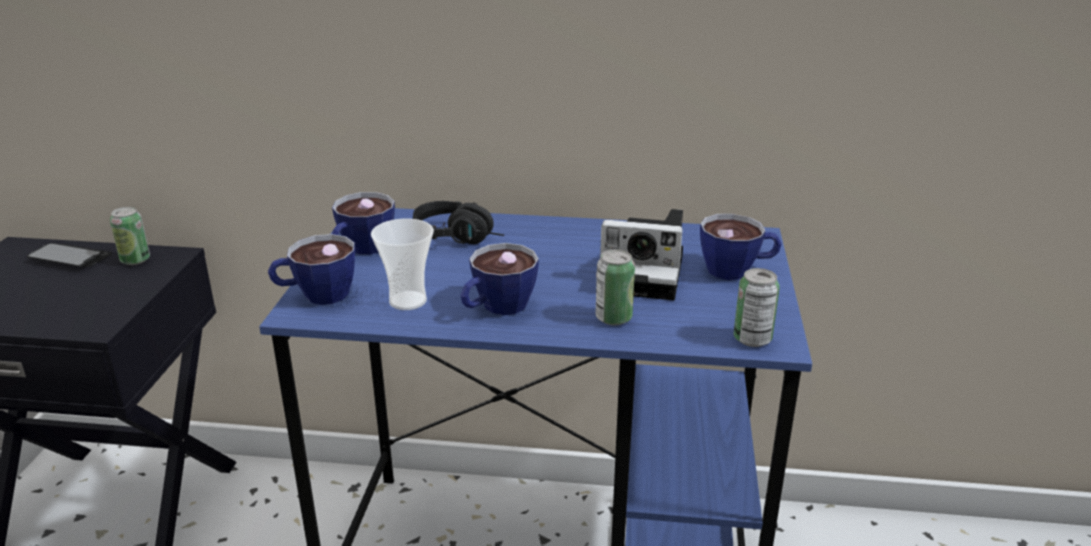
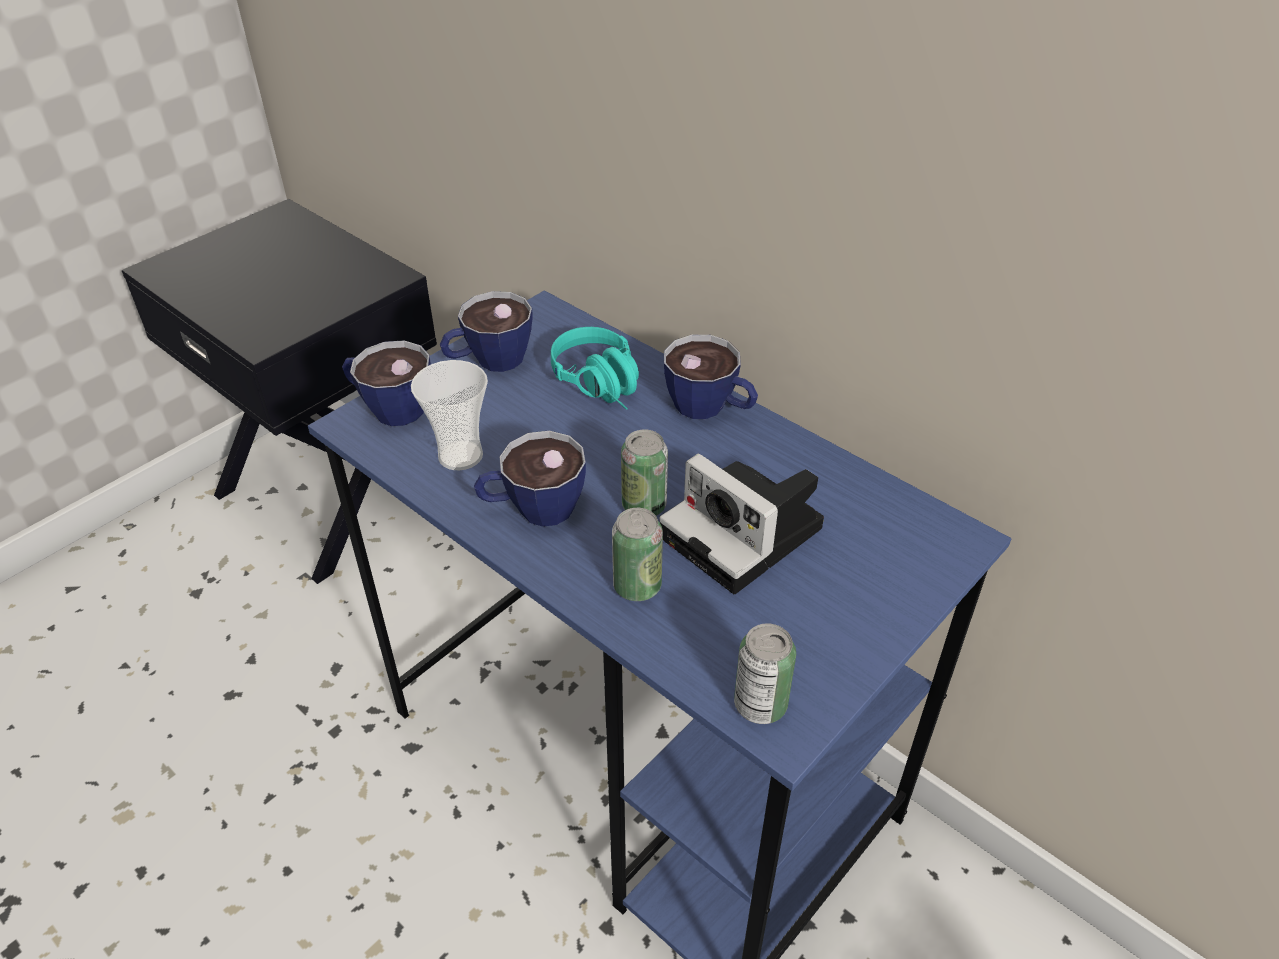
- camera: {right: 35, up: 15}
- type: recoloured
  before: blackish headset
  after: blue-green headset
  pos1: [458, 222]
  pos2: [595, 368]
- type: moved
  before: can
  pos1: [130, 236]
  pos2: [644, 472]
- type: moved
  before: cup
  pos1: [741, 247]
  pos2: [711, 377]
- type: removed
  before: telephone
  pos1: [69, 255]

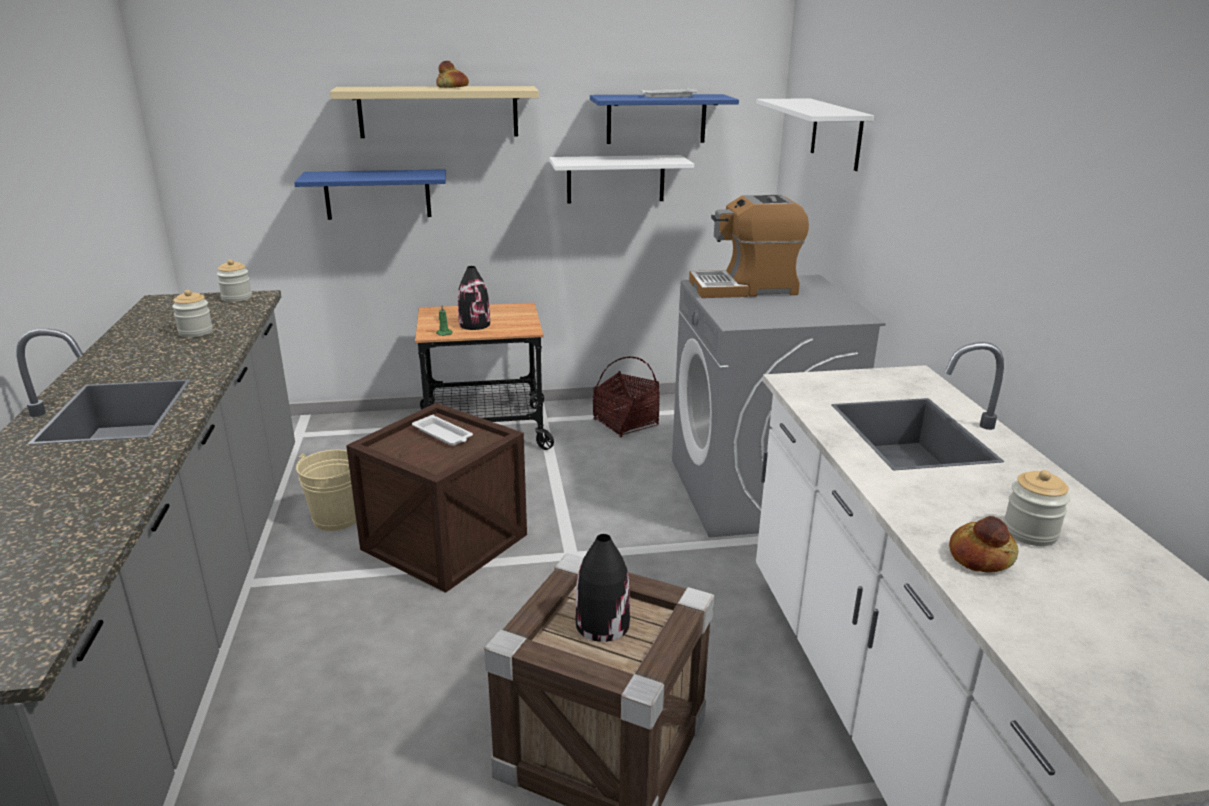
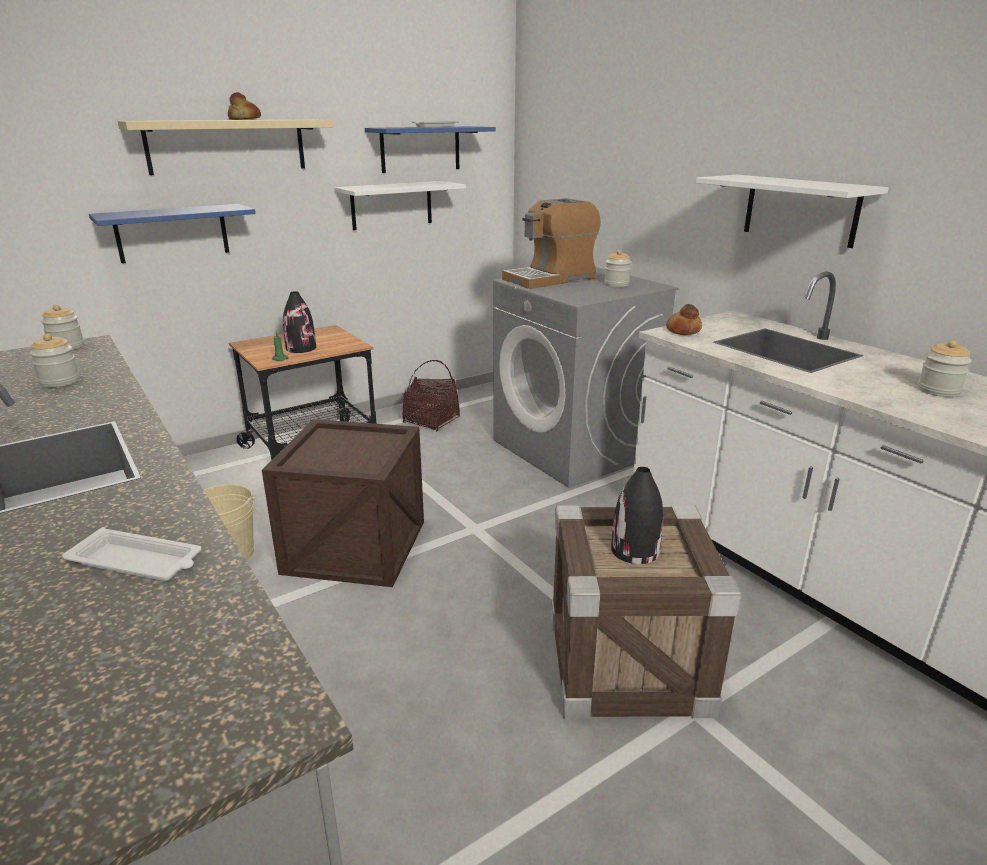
- camera: {right: -25, up: 0}
- type: moved
  before: white-coloured serving tray
  pos1: [442, 430]
  pos2: [132, 554]
- type: added
  after: storage jar
  pos2: [617, 268]
- type: moved
  before: baked bread
  pos1: [984, 544]
  pos2: [684, 319]
- type: moved
  before: white-coloured shelf
  pos1: [815, 135]
  pos2: [792, 211]

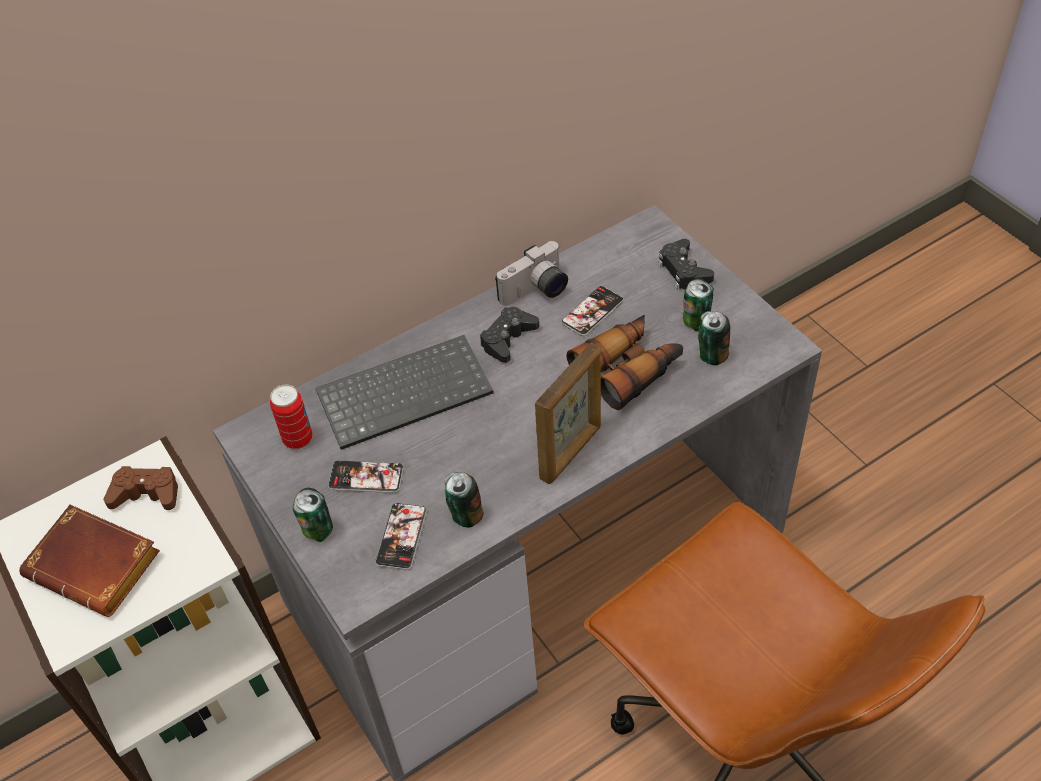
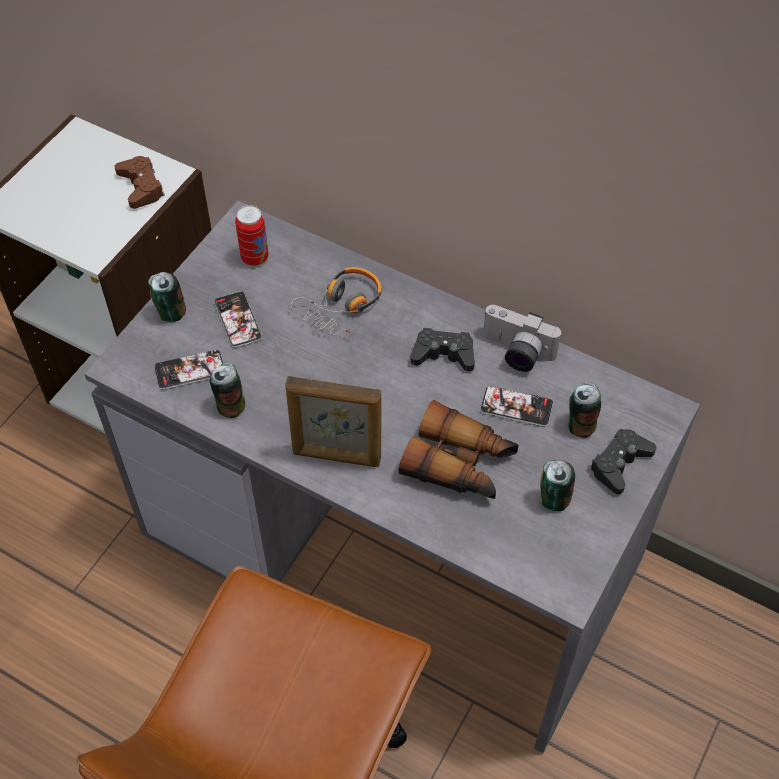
- camera: {right: 60, up: 5}
- type: replaced
  before: PC keyboard
  after: headset
  pos1: [404, 392]
  pos2: [336, 301]
- type: moved
  before: can
  pos1: [714, 338]
  pos2: [584, 410]
- type: removed
  before: brown-coloured book
  pos1: [89, 561]

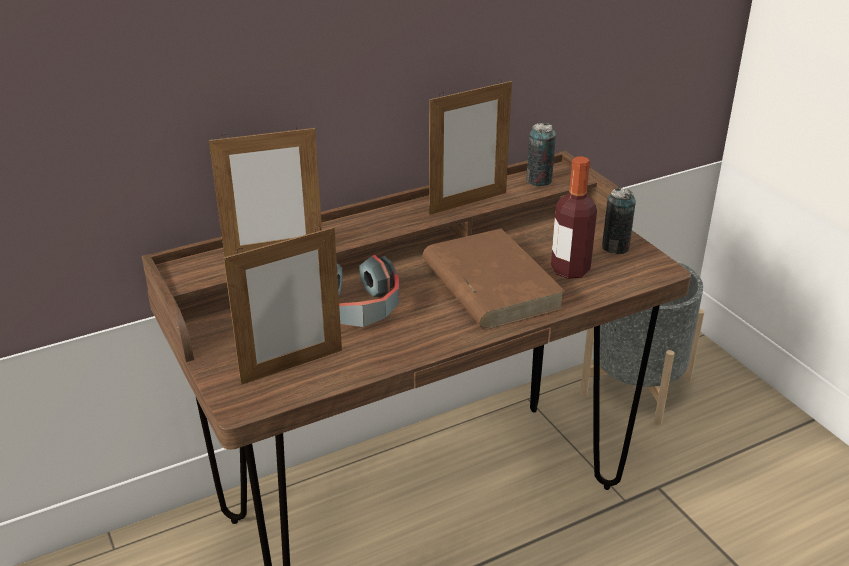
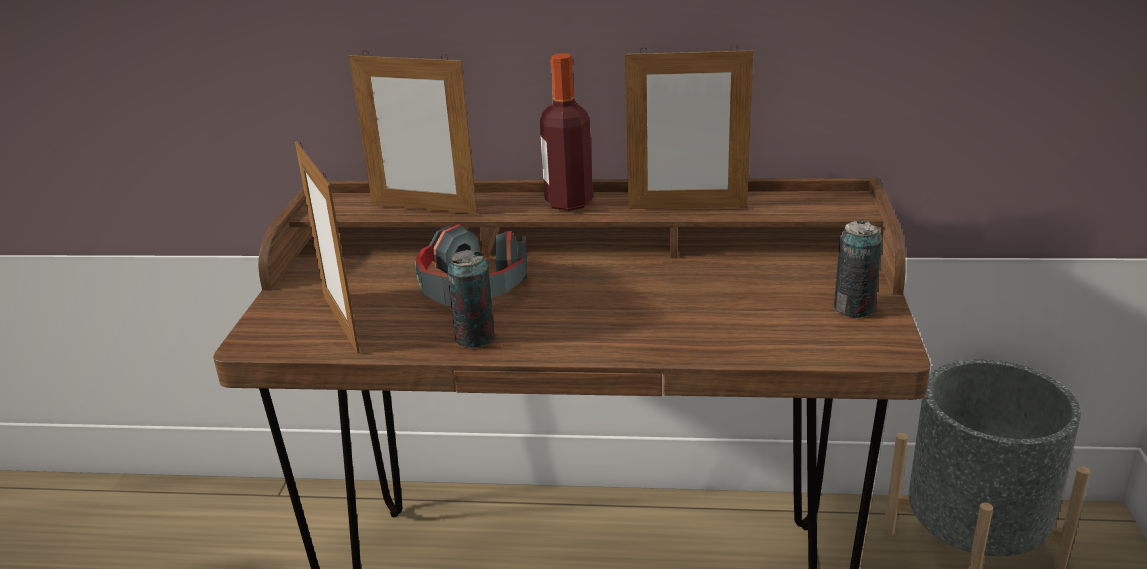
- camera: {right: 35, up: -5}
- type: turned
  before: photo frame
  pos1: [283, 305]
  pos2: [327, 247]
  turn: 60
- type: moved
  before: can
  pos1: [541, 154]
  pos2: [471, 299]
- type: moved
  before: beverage bottle
  pos1: [574, 217]
  pos2: [566, 132]
- type: removed
  before: brown-coloured book
  pos1: [494, 279]

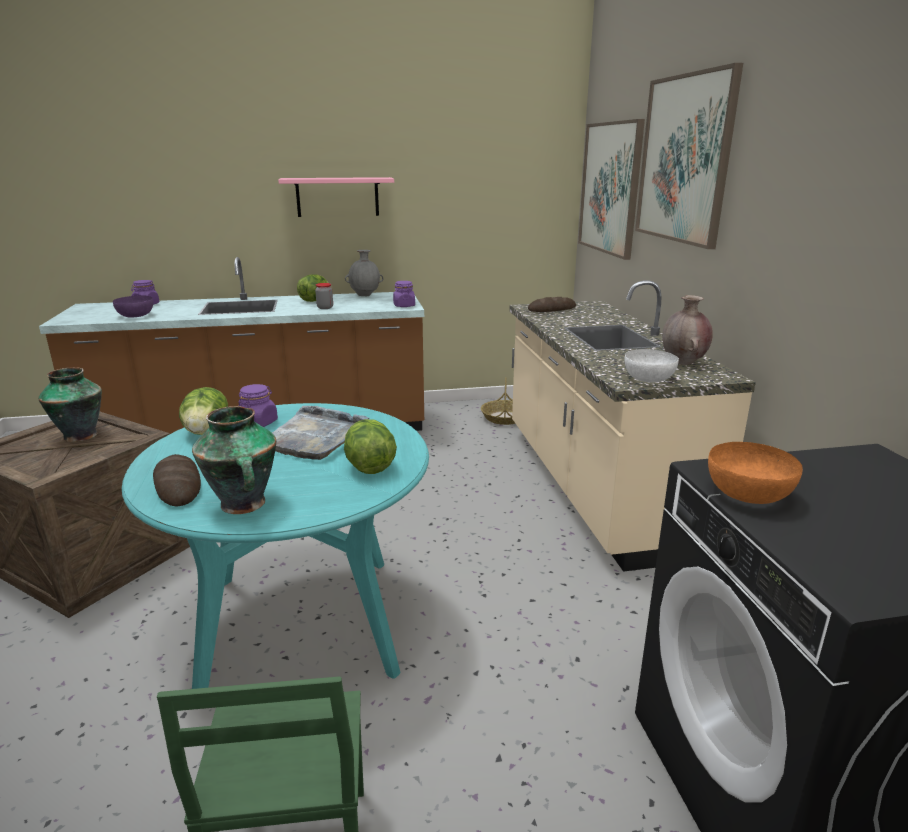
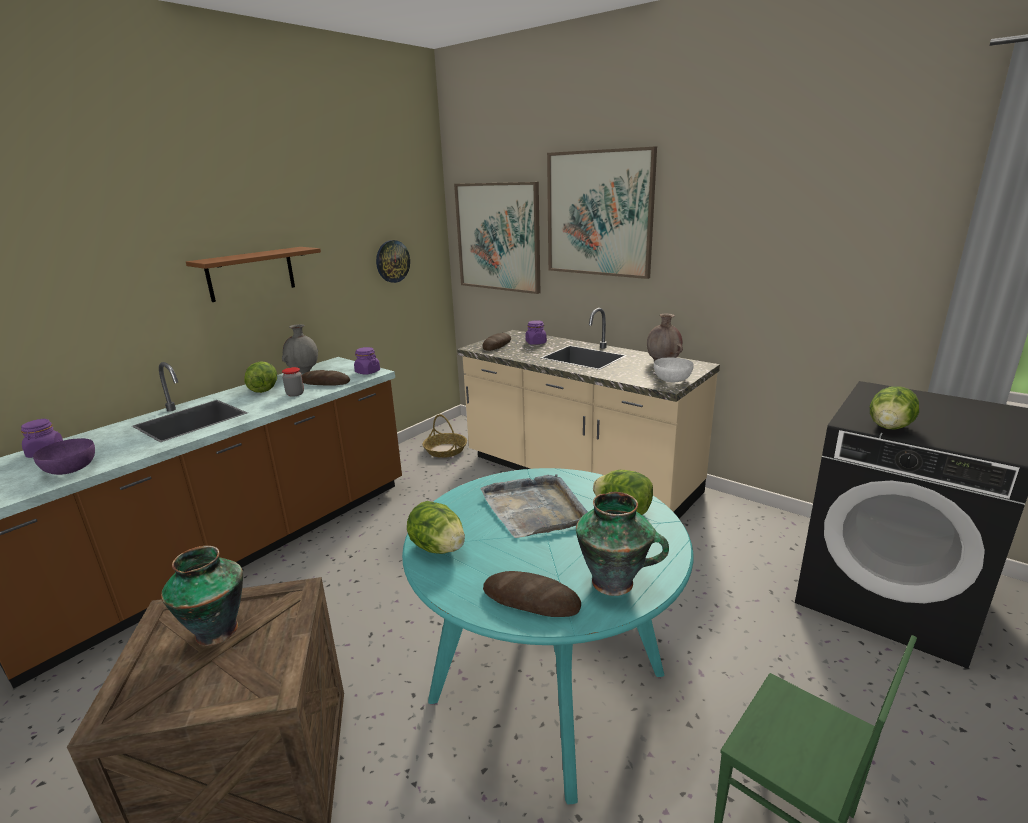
- camera: {right: -40, up: 0}
- type: recoloured
  before: pinkish shelf
  after: brown-coloured shelf
  pos1: [336, 197]
  pos2: [253, 274]
- type: added
  after: baked bread
  pos2: [326, 378]
- type: added
  after: hanging clock
  pos2: [393, 261]
- type: moved
  before: purple storage jar
  pos1: [258, 405]
  pos2: [536, 332]
- type: replaced
  before: orange-coloured bowl
  after: lettuce head
  pos1: [755, 473]
  pos2: [894, 408]

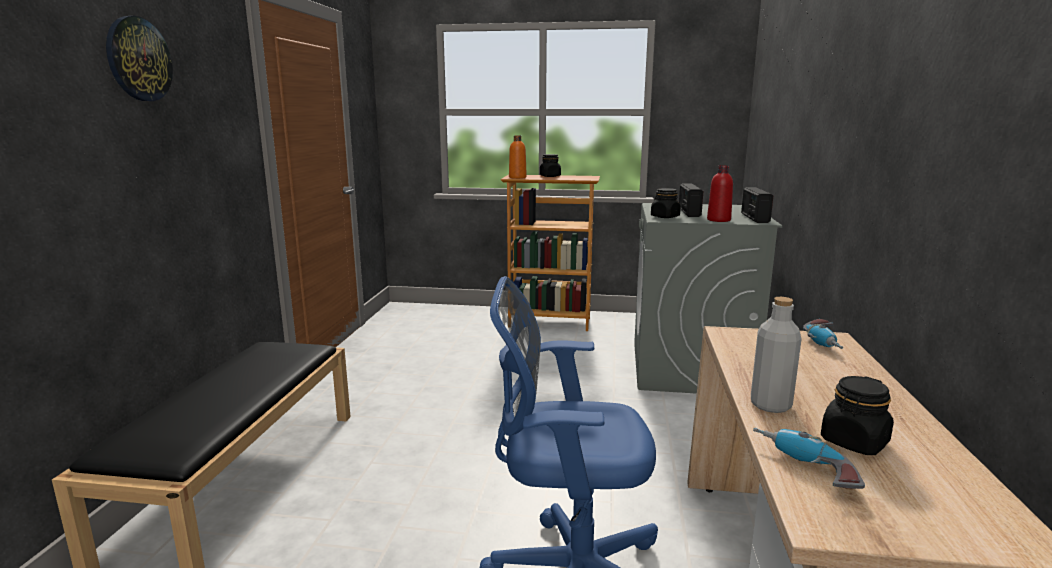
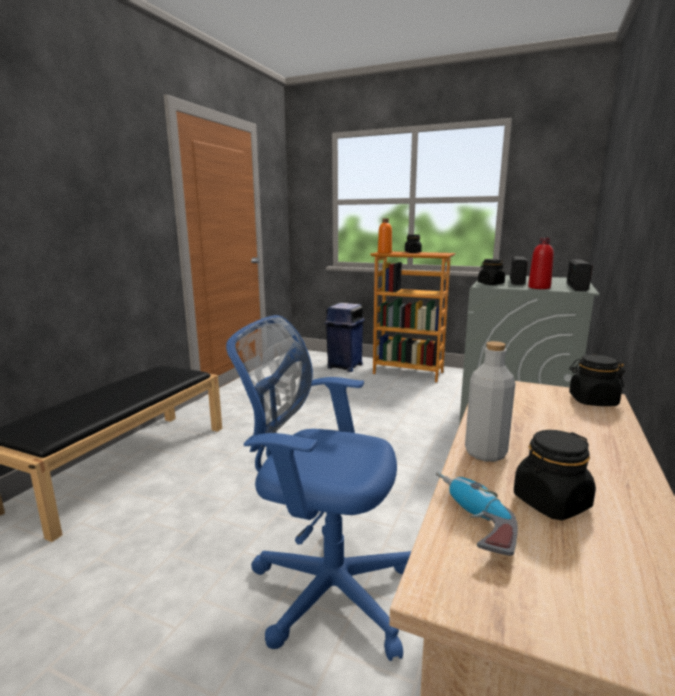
- camera: {right: 15, up: 0}
- type: added
  after: blue-coloured rubbish bin
  pos2: [344, 337]
- type: replaced
  before: power drill
  after: blackish storage jar
  pos1: [823, 334]
  pos2: [597, 380]
- type: removed
  before: hanging clock
  pos1: [139, 58]

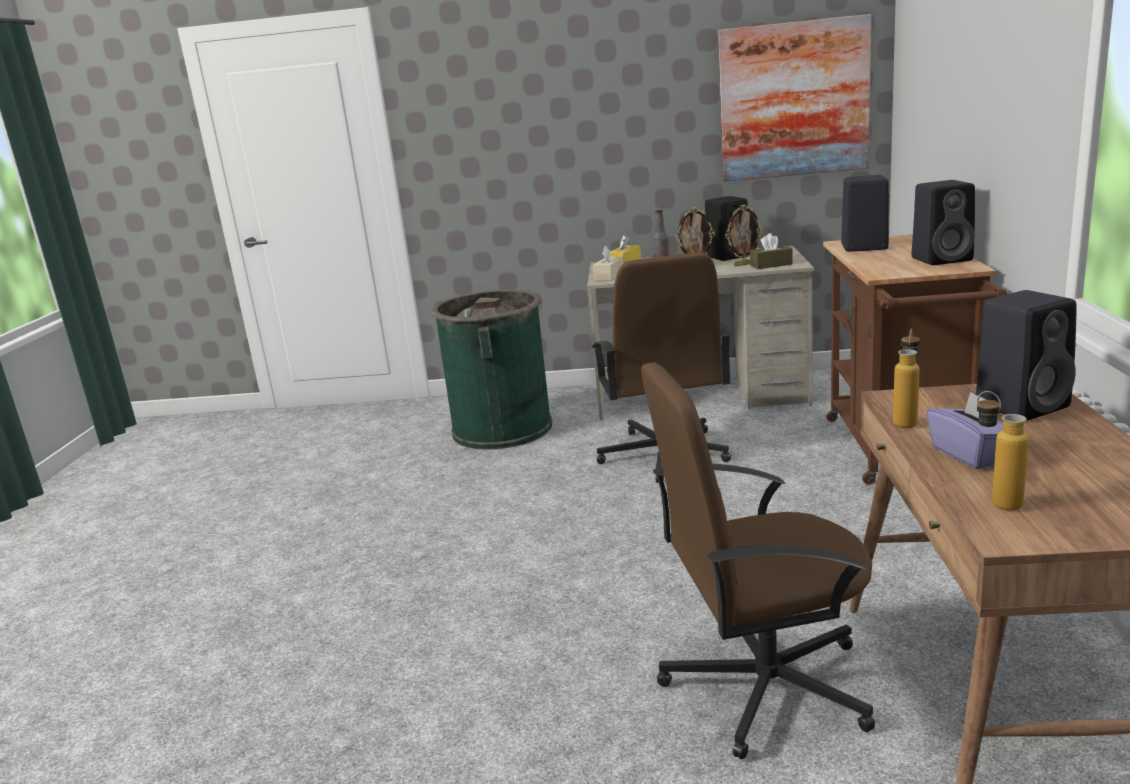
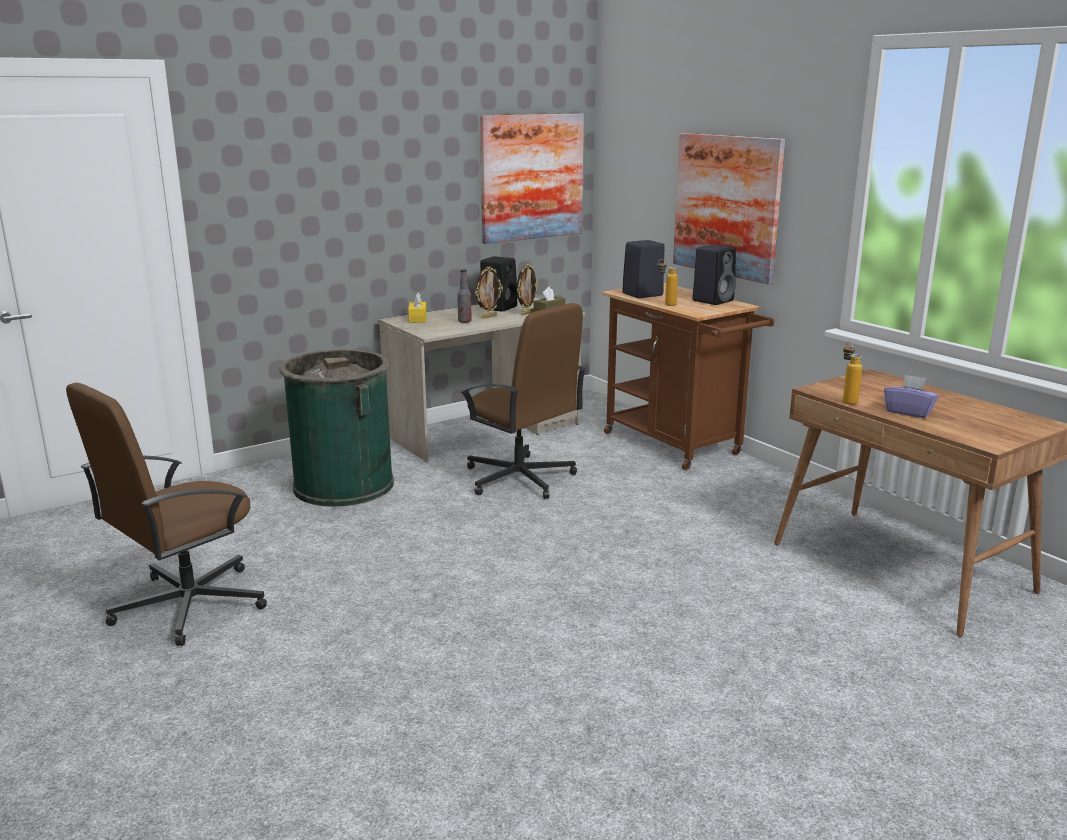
- camera: {right: -40, up: 0}
- type: moved
  before: brown-coloured computer chair
  pos1: [758, 561]
  pos2: [166, 514]
- type: moved
  before: beverage bottle
  pos1: [1003, 450]
  pos2: [667, 282]
- type: added
  after: wall art
  pos2: [729, 208]
- type: removed
  before: sand-coloured tissue box
  pos1: [608, 263]
- type: removed
  before: blackish speaker
  pos1: [1026, 355]

